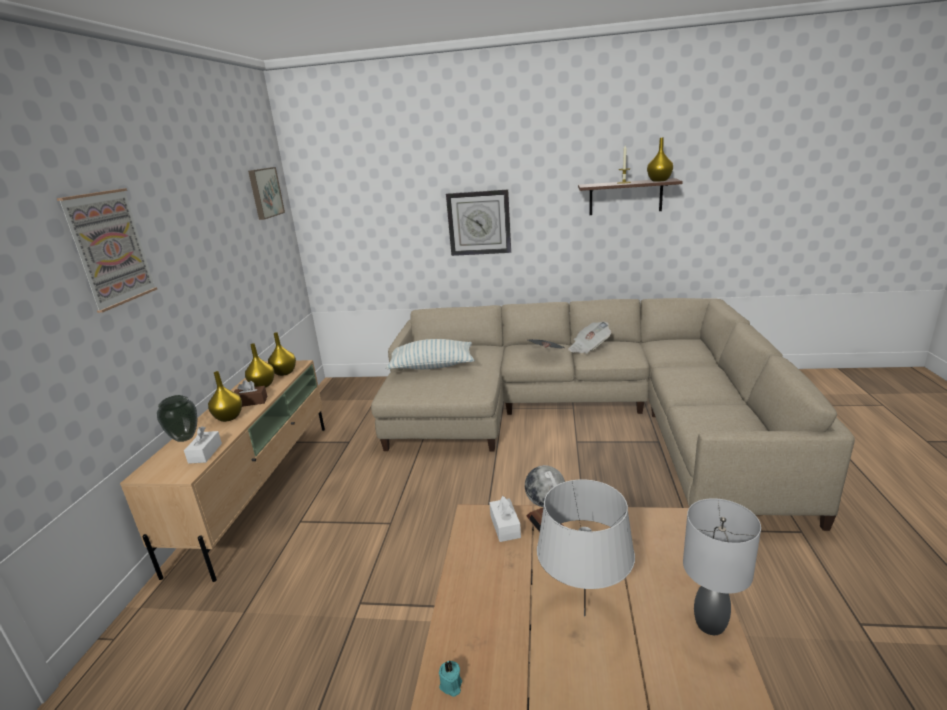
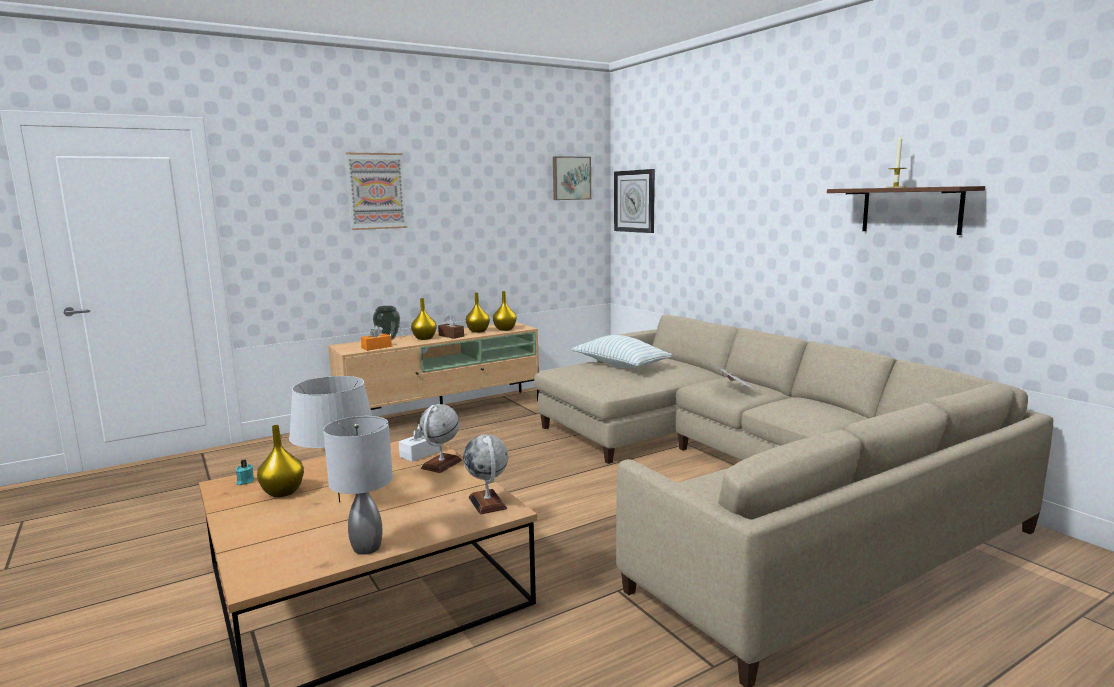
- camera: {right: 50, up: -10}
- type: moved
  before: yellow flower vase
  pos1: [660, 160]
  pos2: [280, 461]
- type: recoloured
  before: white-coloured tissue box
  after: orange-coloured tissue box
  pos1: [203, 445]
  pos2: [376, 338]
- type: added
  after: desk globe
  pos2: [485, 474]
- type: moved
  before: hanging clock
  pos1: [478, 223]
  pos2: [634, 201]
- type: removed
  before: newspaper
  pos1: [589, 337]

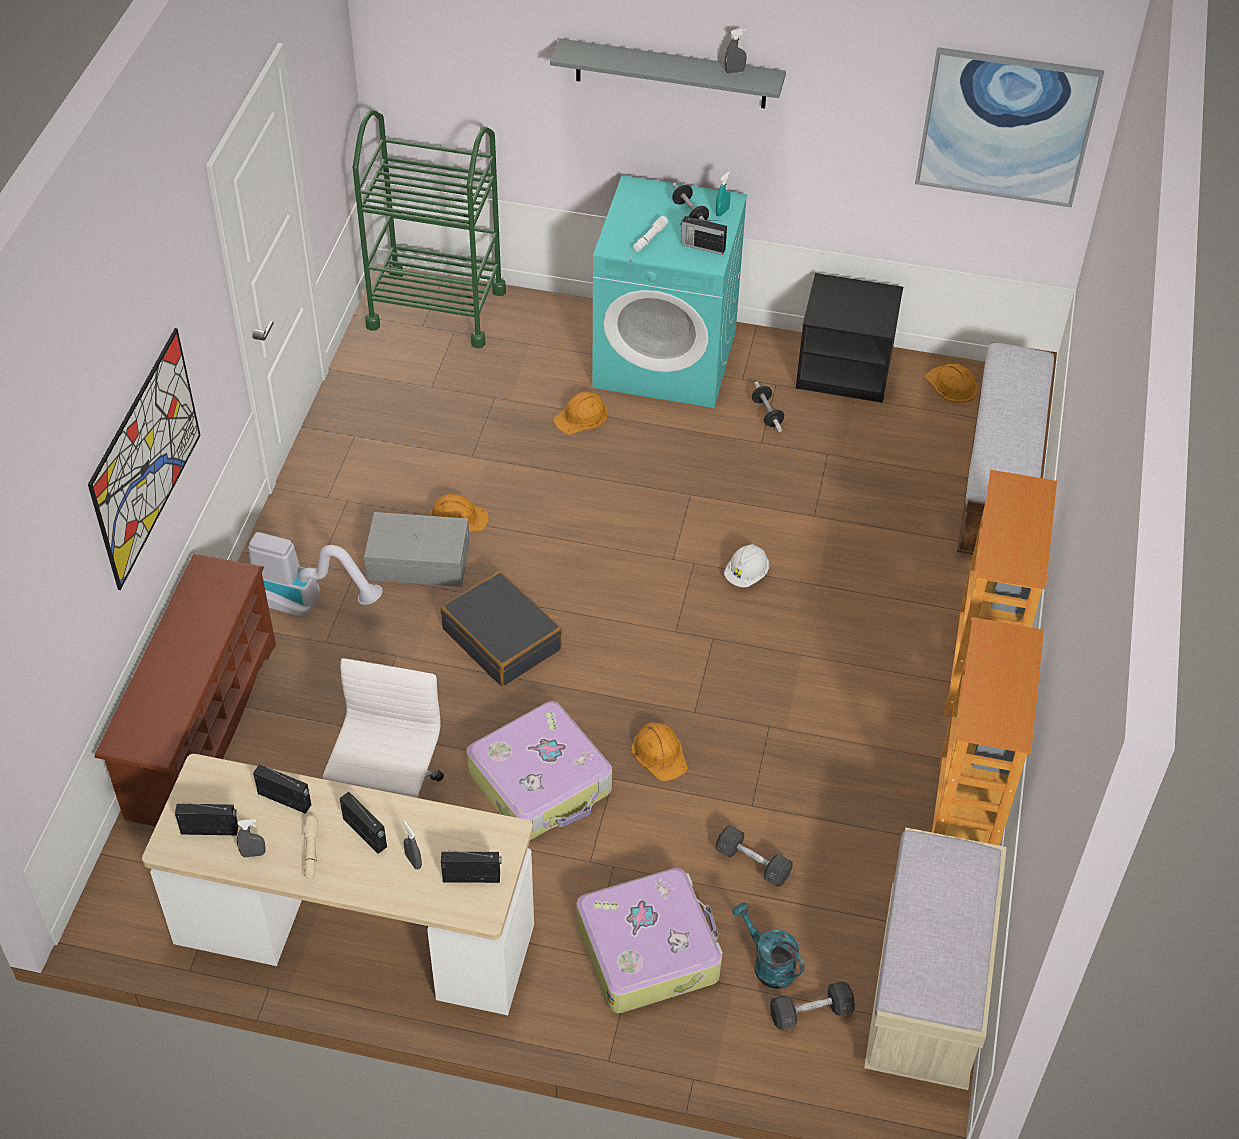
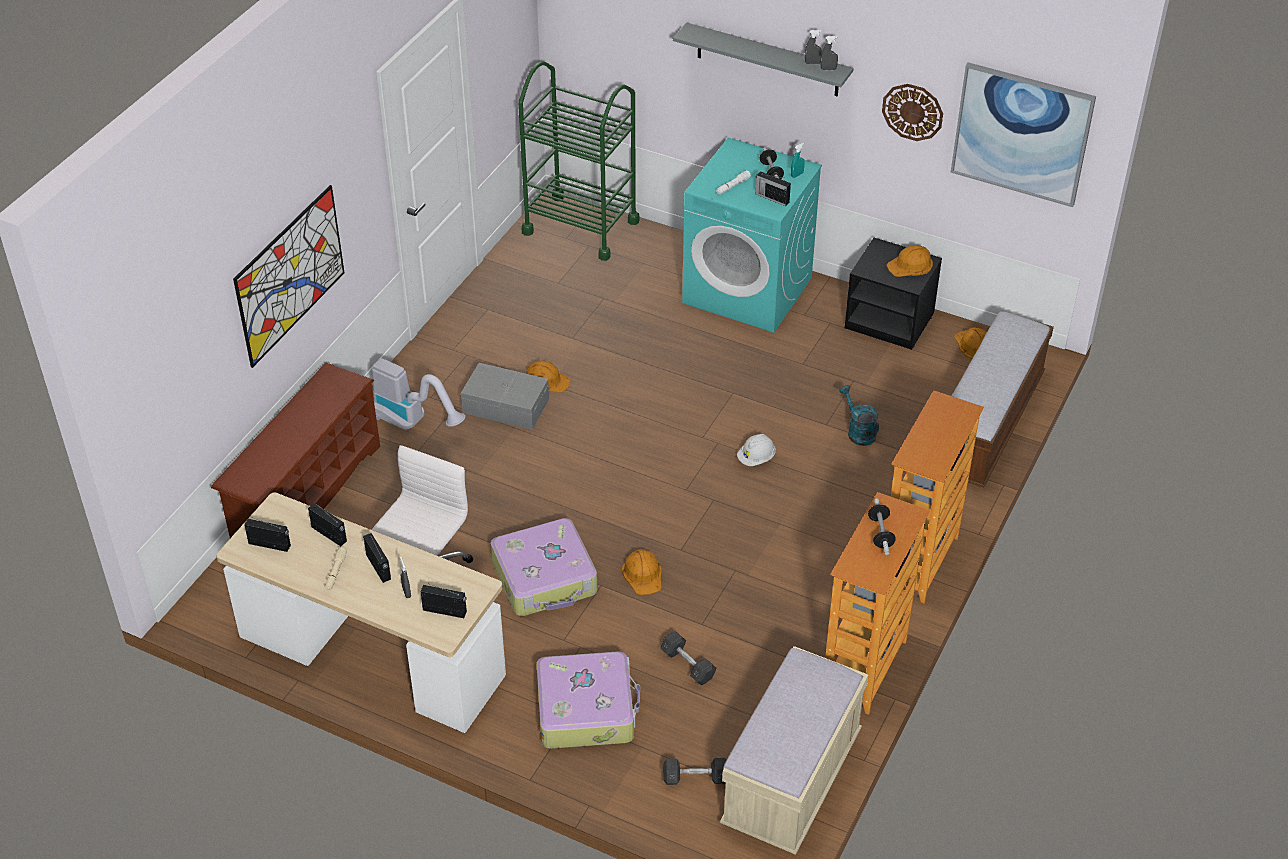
- camera: {right: 15, up: -5}
- type: moved
  before: greyish spray bottle
  pos1: [251, 838]
  pos2: [829, 53]
- type: moved
  before: blue-green watering can
  pos1: [768, 945]
  pos2: [859, 415]
- type: moved
  before: free weight
  pos1: [768, 406]
  pos2: [882, 526]
- type: added
  after: hanging clock
  pos2: [912, 112]
- type: moved
  before: orange-coloured hard hat
  pos1: [580, 413]
  pos2: [909, 261]
- type: removed
  before: blackish travel case
  pos1: [501, 628]

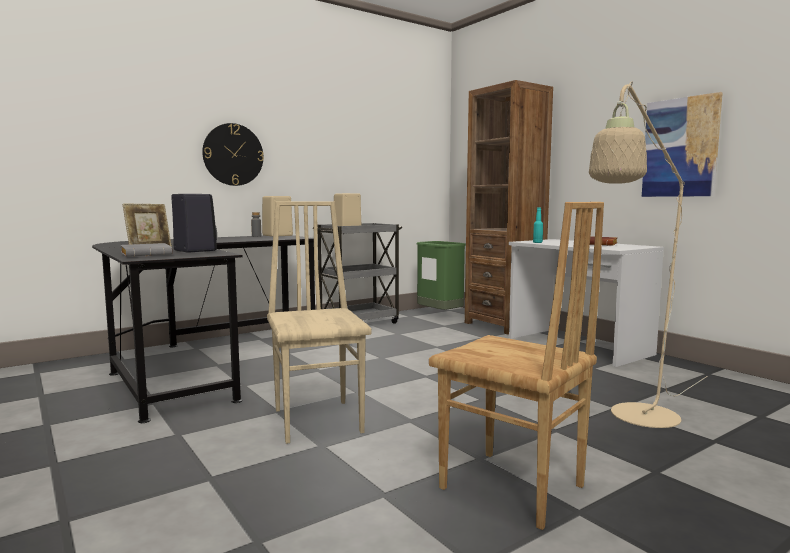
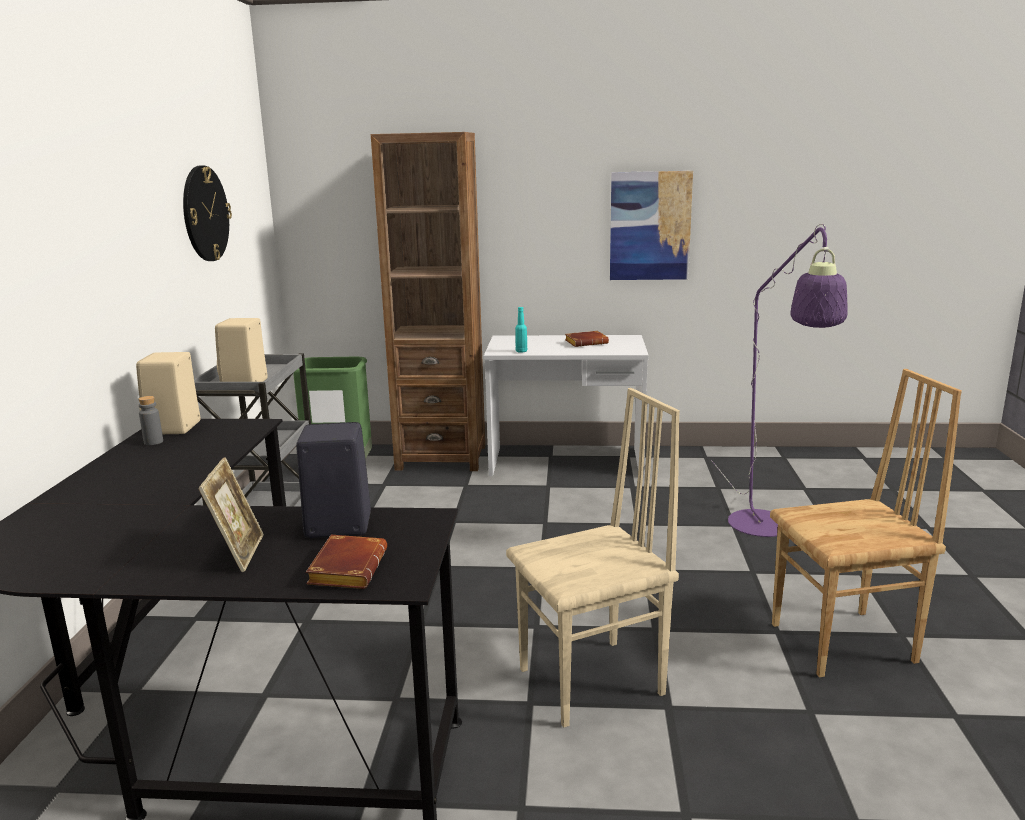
- camera: {right: -50, up: 10}
- type: moved
  before: hanging clock
  pos1: [233, 154]
  pos2: [207, 213]
- type: recoloured
  before: greyish book
  after: brown-coloured book
  pos1: [146, 250]
  pos2: [346, 562]
- type: turned
  before: sand-coloured plain chair
  pos1: [319, 322]
  pos2: [593, 557]
  turn: 135
- type: recoloured
  before: sand-coloured standing lamp
  after: purple standing lamp
  pos1: [648, 254]
  pos2: [779, 380]

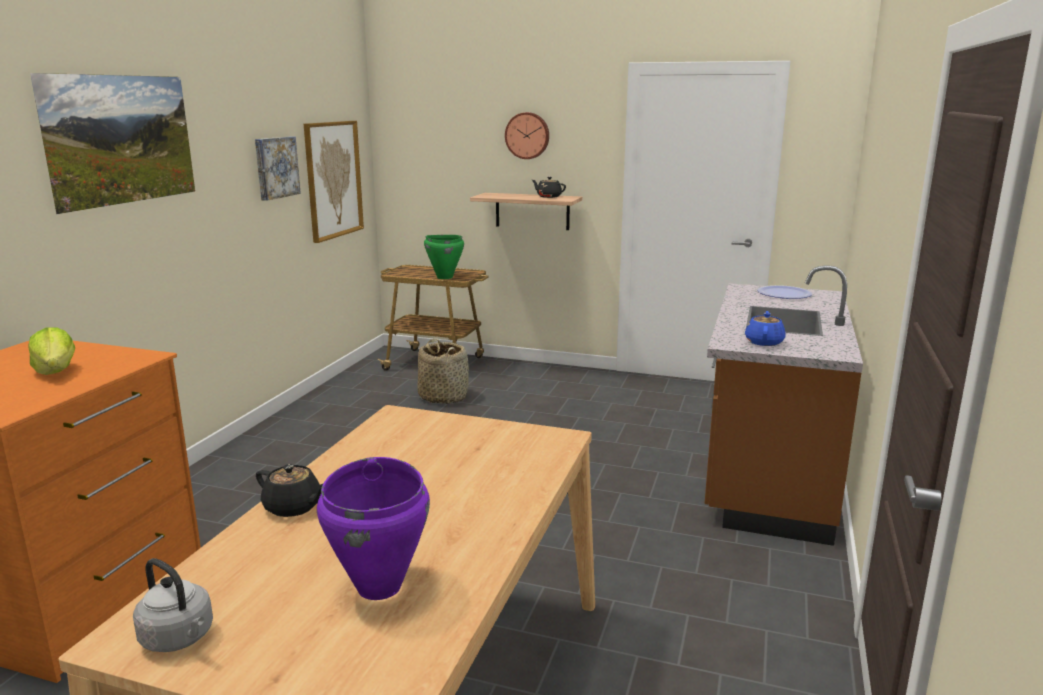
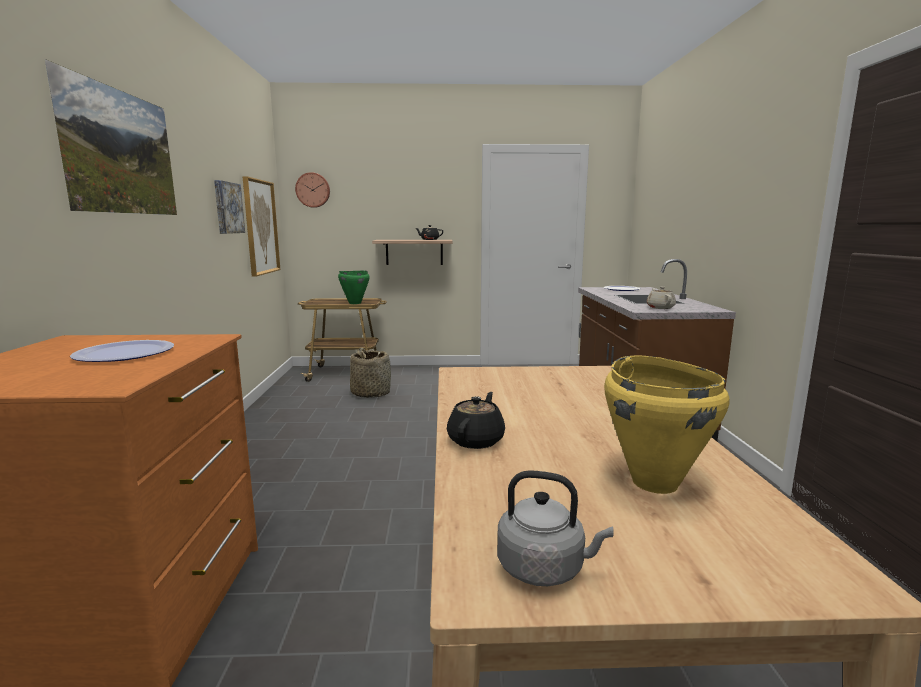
- camera: {right: -20, up: -5}
- type: replaced
  before: lettuce head
  after: flat dish
  pos1: [51, 351]
  pos2: [122, 351]
- type: moved
  before: hanging clock
  pos1: [527, 135]
  pos2: [312, 190]
- type: turned
  before: blackish tea pot
  pos1: [289, 490]
  pos2: [476, 420]
  turn: -75
- type: recoloured
  before: purple cooking pot
  after: yellow cooking pot
  pos1: [373, 528]
  pos2: [666, 425]
- type: recoloured
  before: blue-coloured tea pot
  after: sand-coloured tea pot
  pos1: [765, 328]
  pos2: [661, 298]

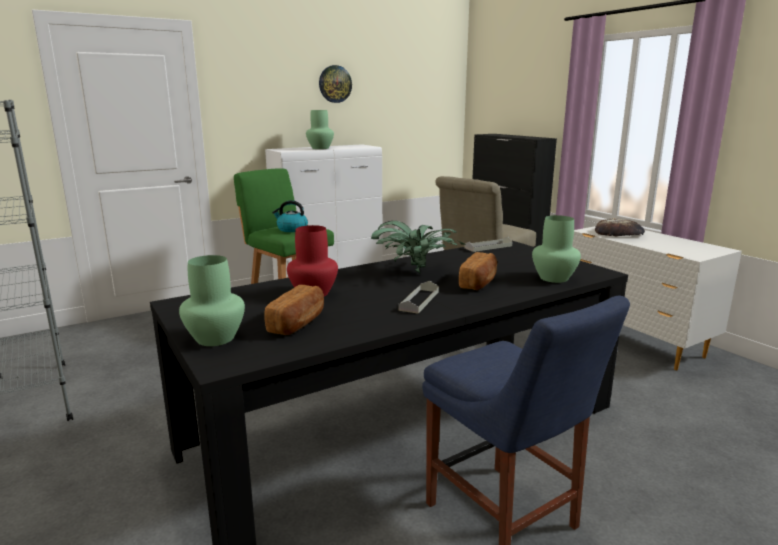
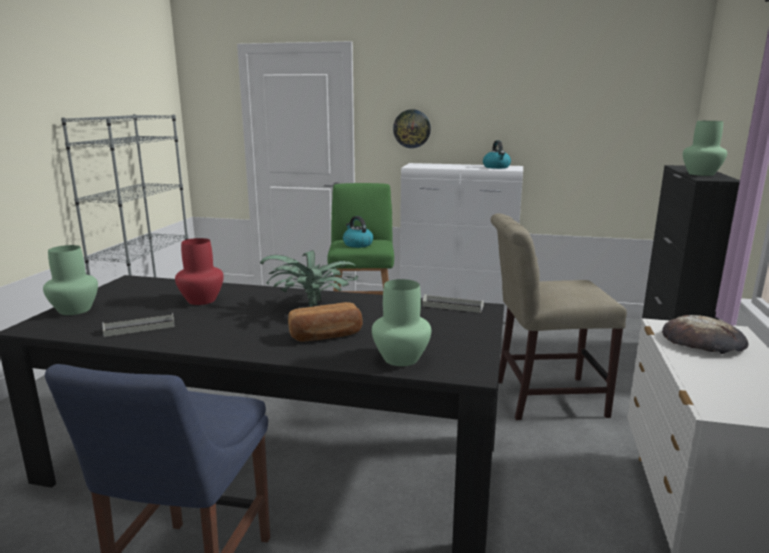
- camera: {right: 45, up: 0}
- type: moved
  before: greyish serving tray
  pos1: [418, 297]
  pos2: [138, 325]
- type: moved
  before: hanging clock
  pos1: [335, 84]
  pos2: [412, 128]
- type: added
  after: kettle
  pos2: [497, 154]
- type: moved
  before: green-coloured flower vase
  pos1: [320, 129]
  pos2: [705, 148]
- type: removed
  before: baked bread
  pos1: [294, 310]

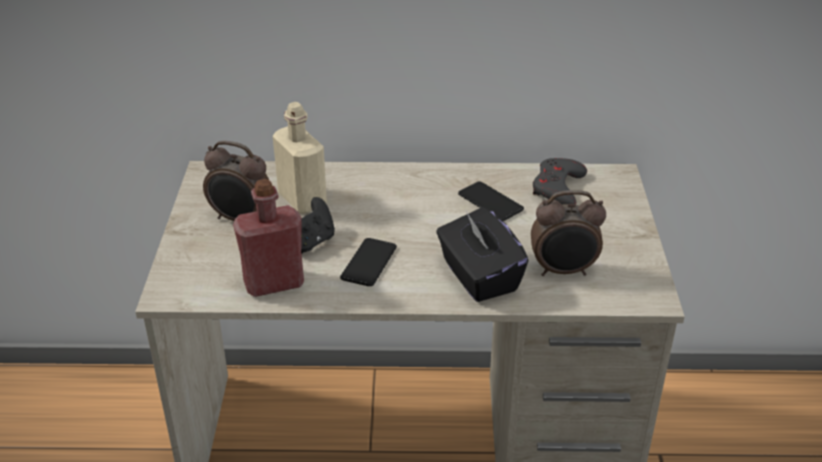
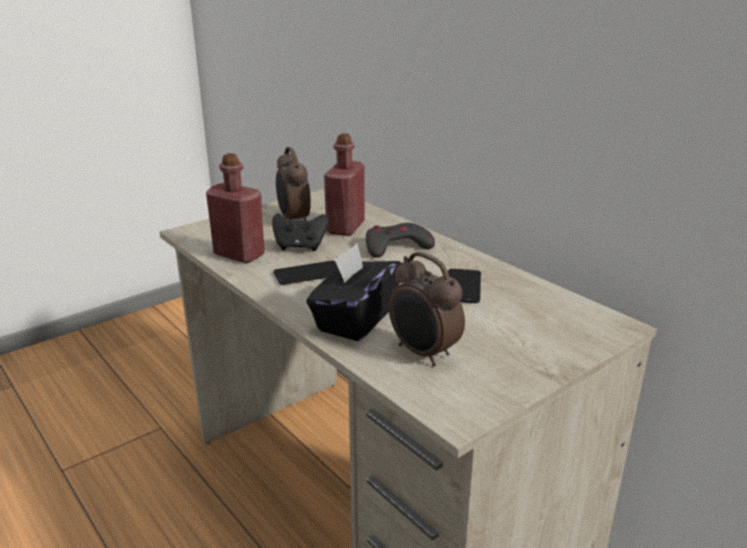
- camera: {right: 50, up: -10}
- type: recoloured
  before: sand-coloured beverage bottle
  after: red beverage bottle
  pos1: [299, 158]
  pos2: [344, 185]
- type: moved
  before: greyish game controller
  pos1: [560, 181]
  pos2: [400, 240]

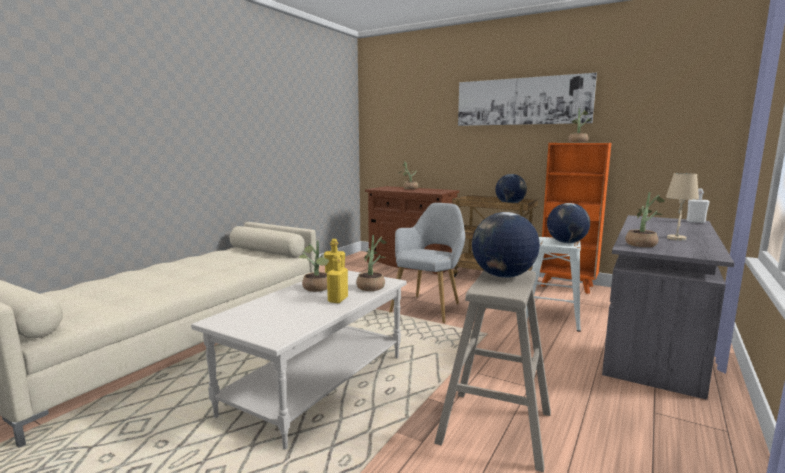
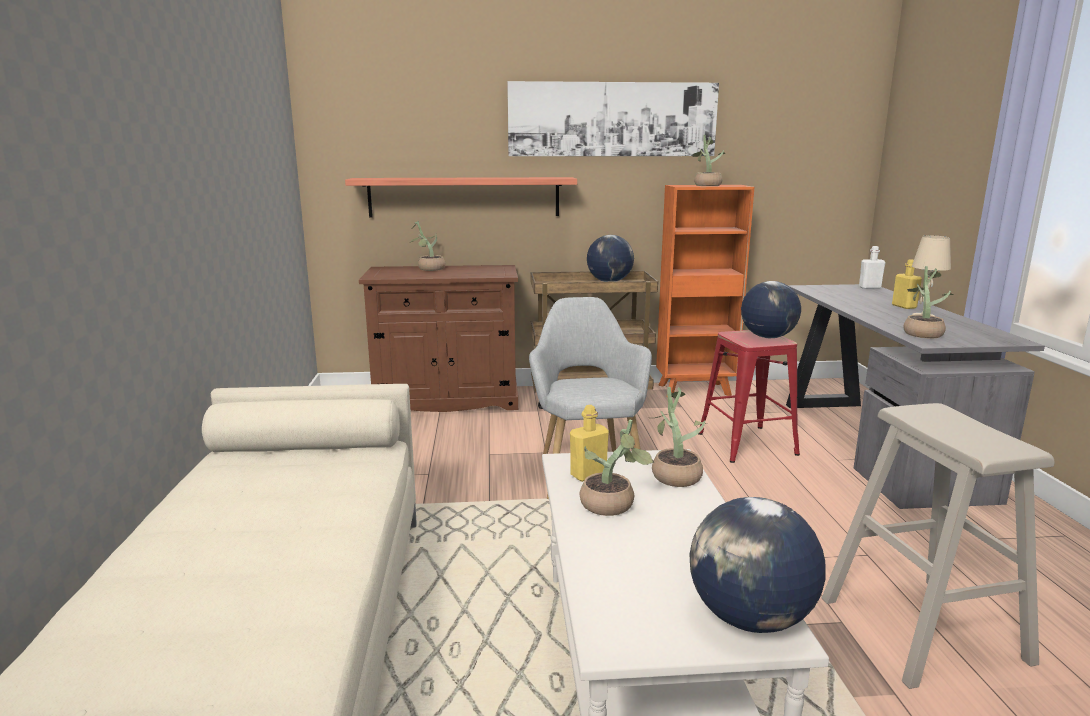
- camera: {right: -35, up: 5}
- type: added
  after: shelf
  pos2: [461, 197]
- type: moved
  before: desk globe
  pos1: [506, 245]
  pos2: [758, 565]
- type: recoloured
  before: white-coloured stool seat
  after: red stool seat
  pos1: [553, 284]
  pos2: [749, 396]
- type: moved
  before: yellow beverage bottle
  pos1: [337, 278]
  pos2: [907, 284]

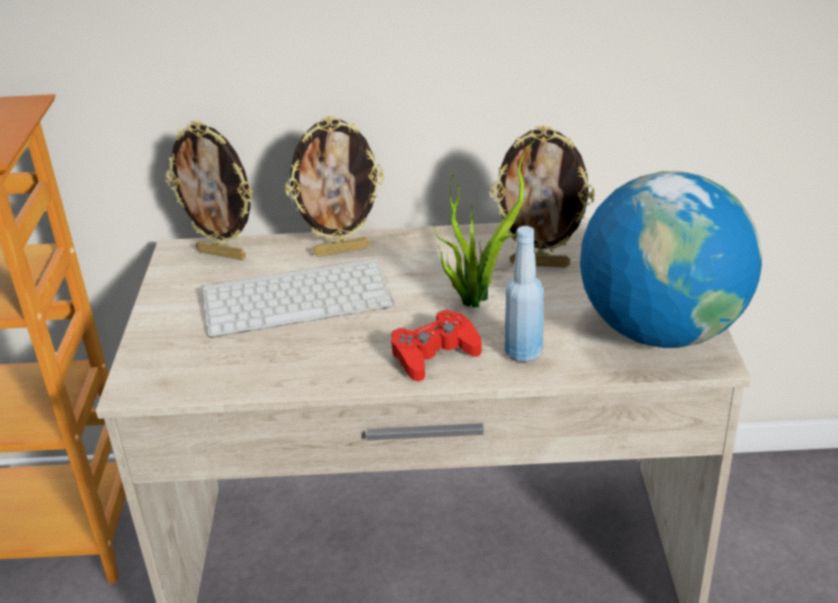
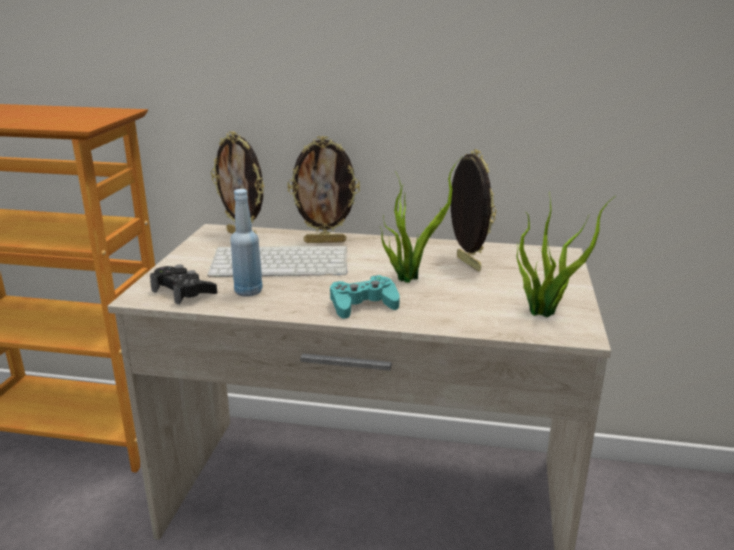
- camera: {right: 10, up: -10}
- type: added
  after: blackish game controller
  pos2: [183, 285]
- type: moved
  before: blue-coloured beverage bottle
  pos1: [524, 294]
  pos2: [247, 243]
- type: recoloured
  before: red game controller
  after: blue-green game controller
  pos1: [436, 346]
  pos2: [365, 297]
- type: turned
  before: photo frame
  pos1: [542, 196]
  pos2: [473, 210]
  turn: -135
- type: replaced
  before: desk globe
  after: plant in a pot
  pos1: [671, 259]
  pos2: [565, 254]

